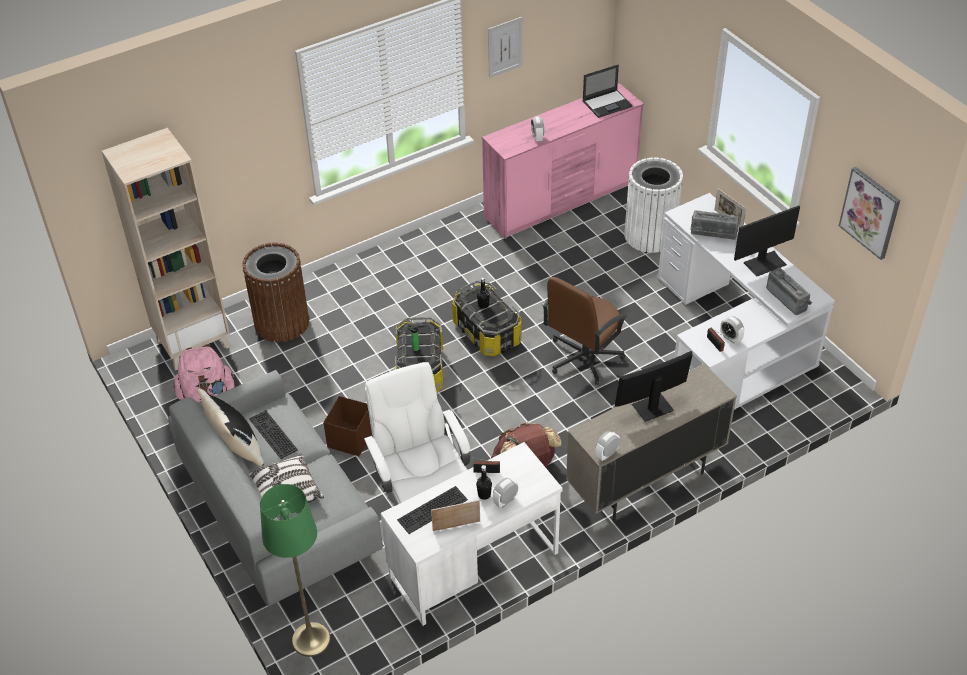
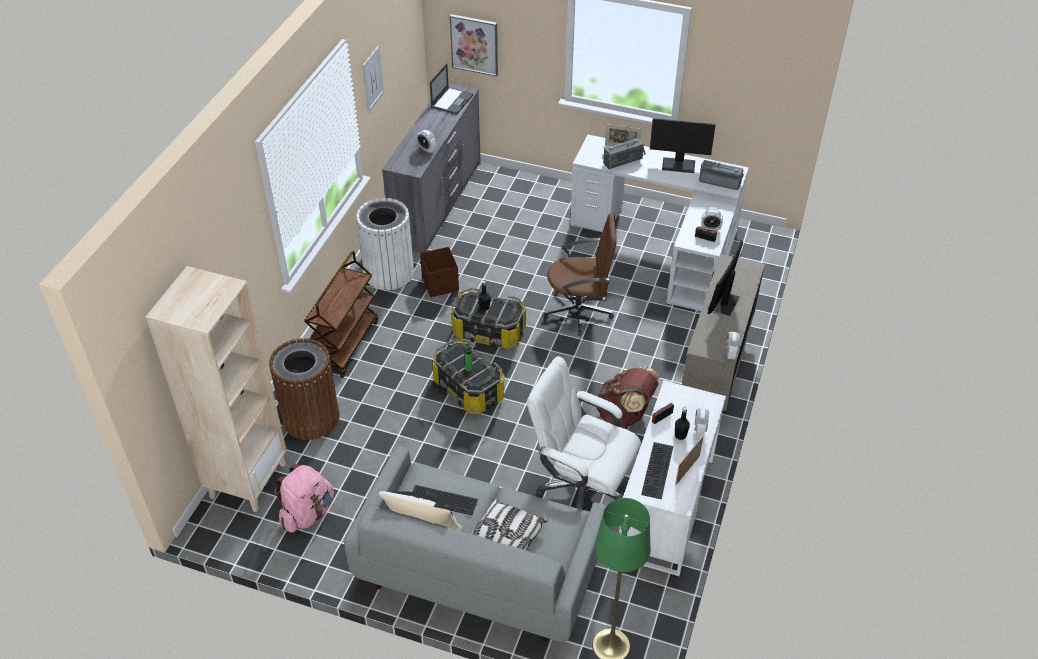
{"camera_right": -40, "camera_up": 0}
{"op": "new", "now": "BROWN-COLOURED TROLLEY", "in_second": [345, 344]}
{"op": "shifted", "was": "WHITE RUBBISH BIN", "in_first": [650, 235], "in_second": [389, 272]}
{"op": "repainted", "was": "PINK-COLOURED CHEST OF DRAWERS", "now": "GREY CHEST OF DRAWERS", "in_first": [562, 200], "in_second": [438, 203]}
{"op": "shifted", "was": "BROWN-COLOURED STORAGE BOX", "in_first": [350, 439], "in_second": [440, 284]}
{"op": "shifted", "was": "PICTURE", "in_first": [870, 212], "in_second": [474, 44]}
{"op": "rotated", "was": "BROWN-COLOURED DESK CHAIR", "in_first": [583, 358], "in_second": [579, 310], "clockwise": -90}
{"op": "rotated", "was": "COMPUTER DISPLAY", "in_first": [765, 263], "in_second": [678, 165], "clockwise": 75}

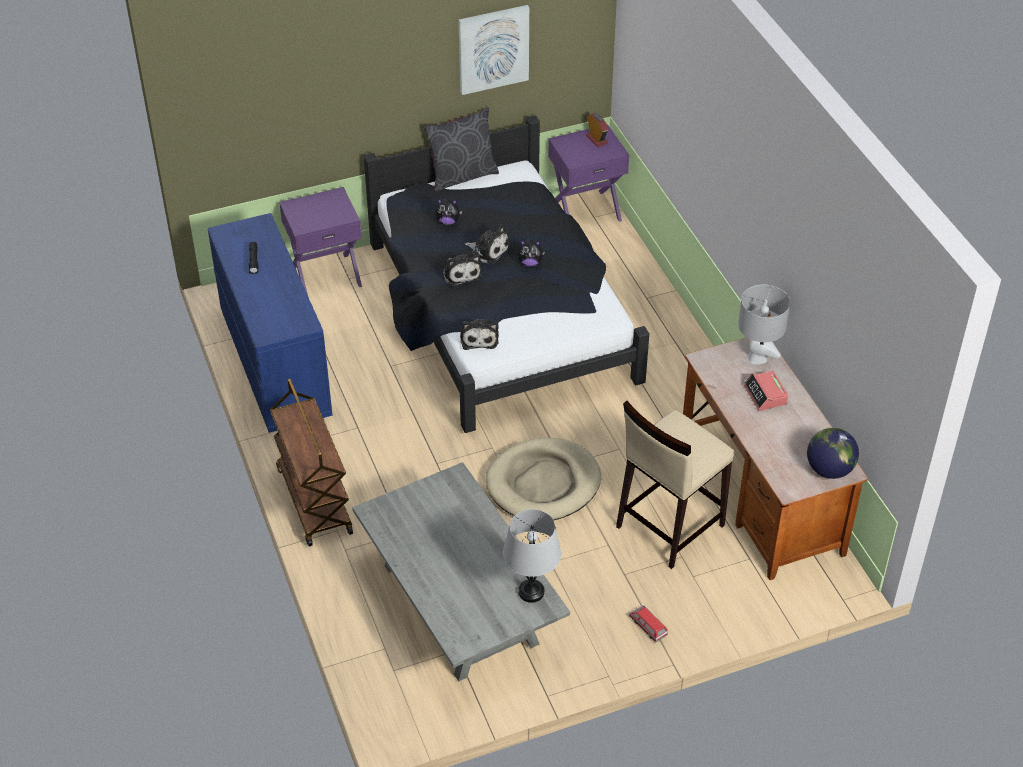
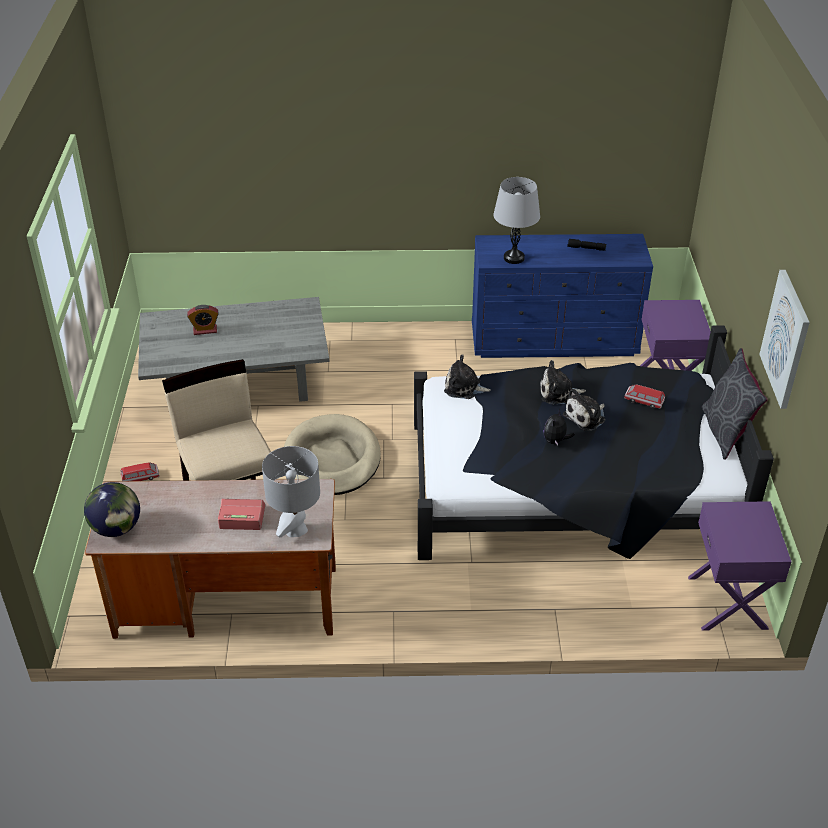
{"camera_right": 110, "camera_up": -5}
{"op": "shifted", "was": "ALARM CLOCK", "in_first": [597, 139], "in_second": [205, 330]}
{"op": "shifted", "was": "GREY TABLETOP LAMP", "in_first": [531, 592], "in_second": [514, 258]}
{"op": "swapped", "was": "CUDDLY TOY", "now": "MODEL CAR", "in_first": [448, 221], "in_second": [643, 401]}
{"op": "gone", "was": "BROWN-COLOURED TROLLEY", "in_first": [313, 500]}

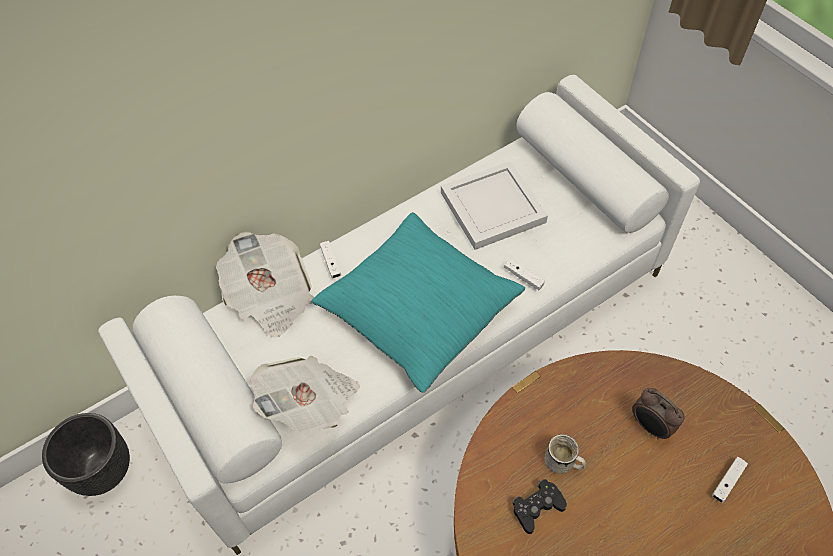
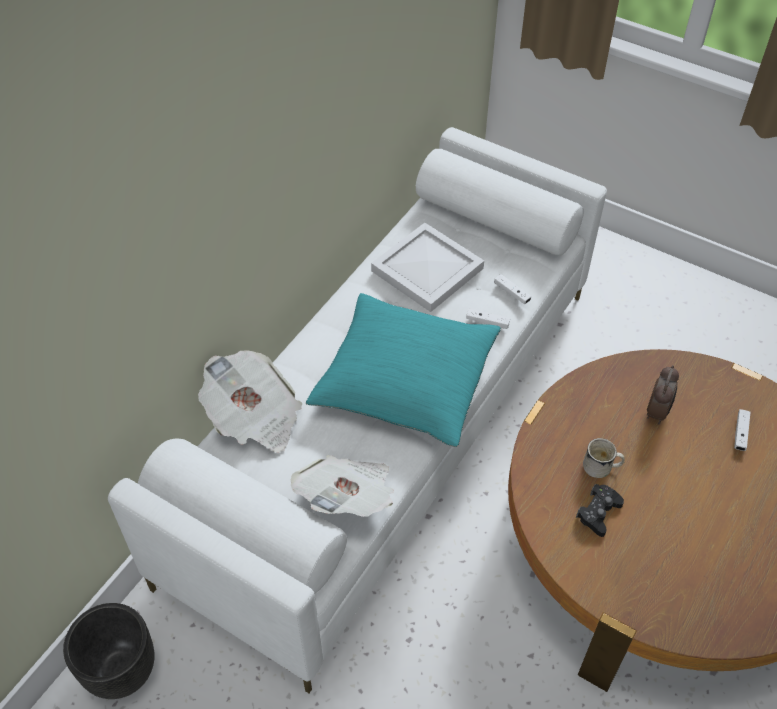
{"camera_right": -25, "camera_up": -5}
{"op": "shifted", "was": "WHITE JOYPAD", "in_first": [331, 262], "in_second": [511, 293]}
{"op": "rotated", "was": "ALARM CLOCK", "in_first": [650, 426], "in_second": [657, 412], "clockwise": -90}

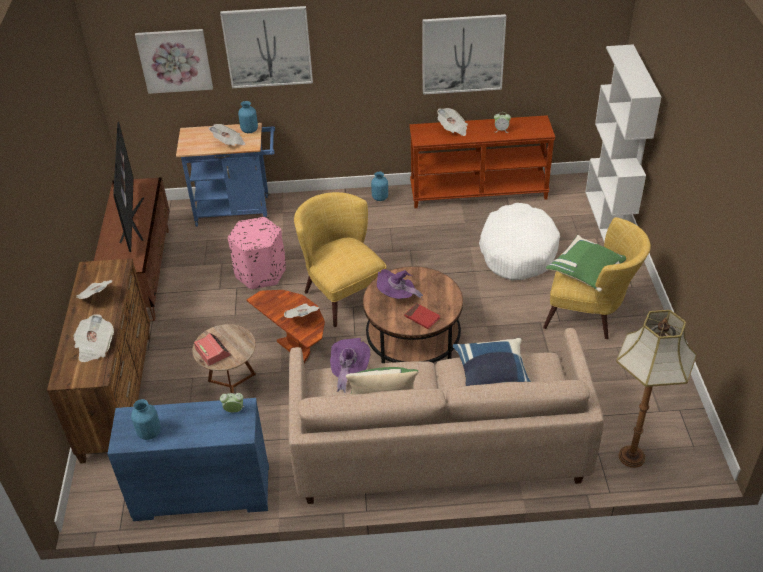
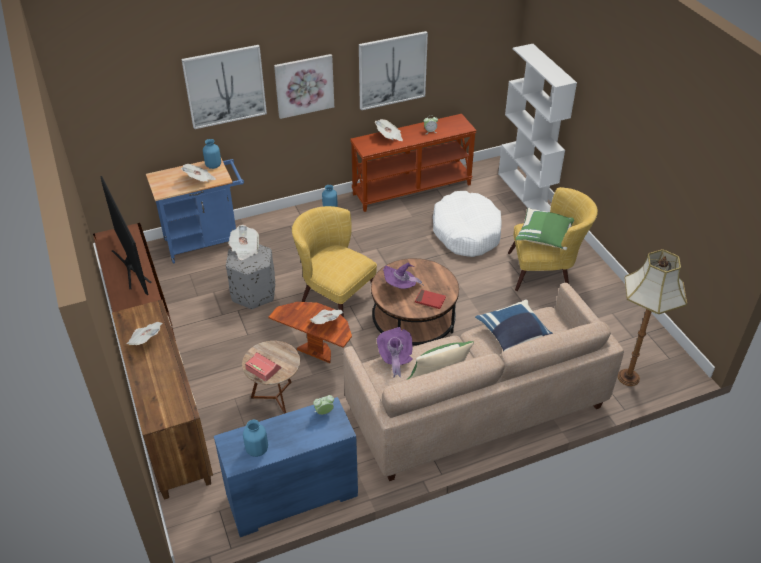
{"camera_right": -20, "camera_up": 0}
{"op": "repainted", "was": "PINK-COLOURED FOOTREST", "now": "GREY FOOTREST", "in_first": [260, 273], "in_second": [254, 293]}
{"op": "shifted", "was": "DAILY PAPER", "in_first": [95, 347], "in_second": [245, 249]}
{"op": "shifted", "was": "PICTURE", "in_first": [175, 60], "in_second": [304, 85]}

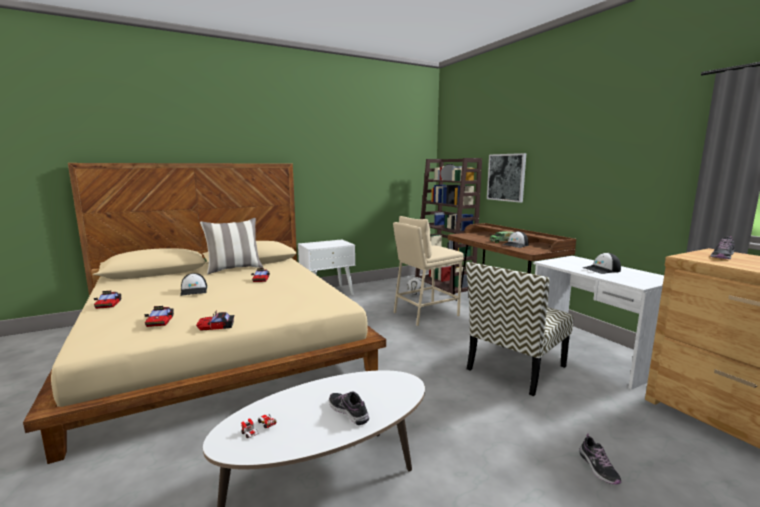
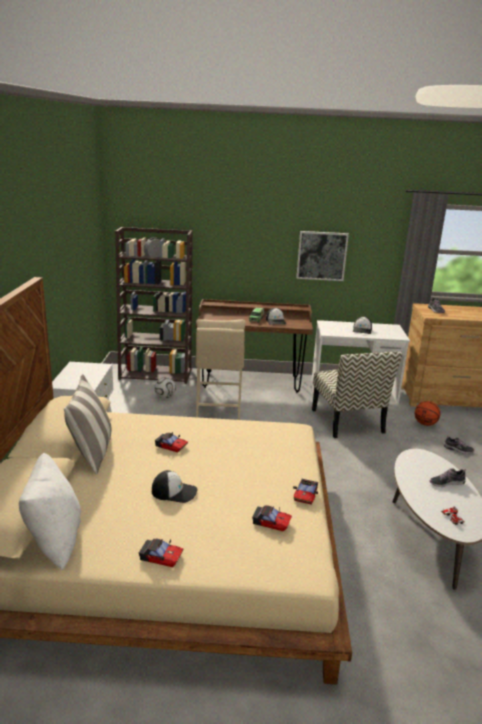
{"camera_right": -60, "camera_up": 10}
{"op": "new", "now": "WHITE PILLOW", "in_second": [55, 541]}
{"op": "shifted", "was": "PICTURE", "in_first": [506, 177], "in_second": [321, 255]}
{"op": "new", "now": "BALL FOR BASKETBALL", "in_second": [425, 424]}

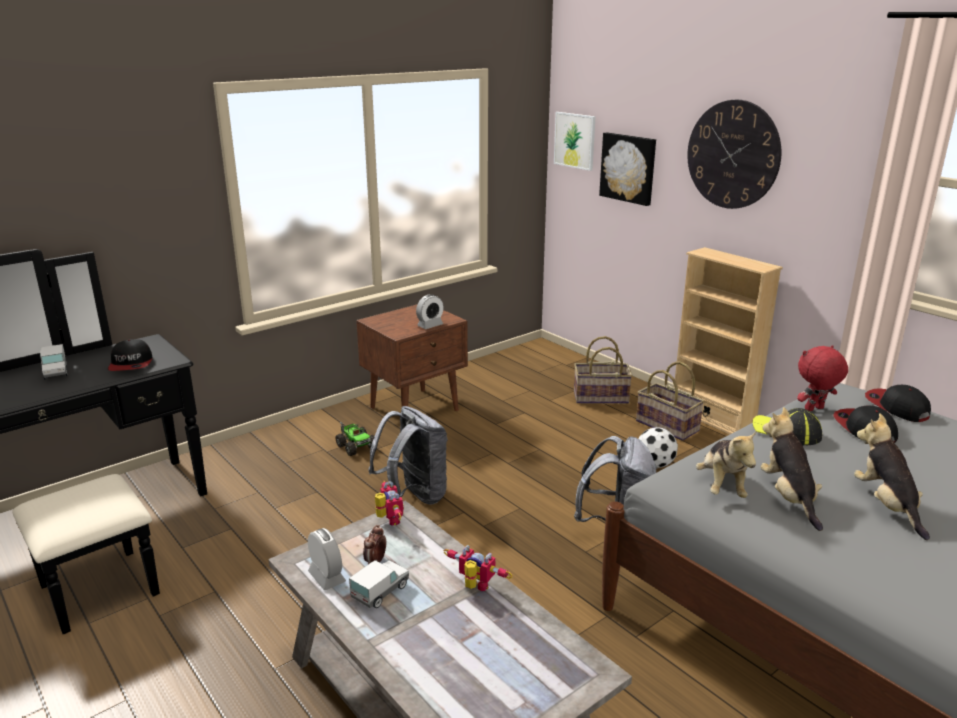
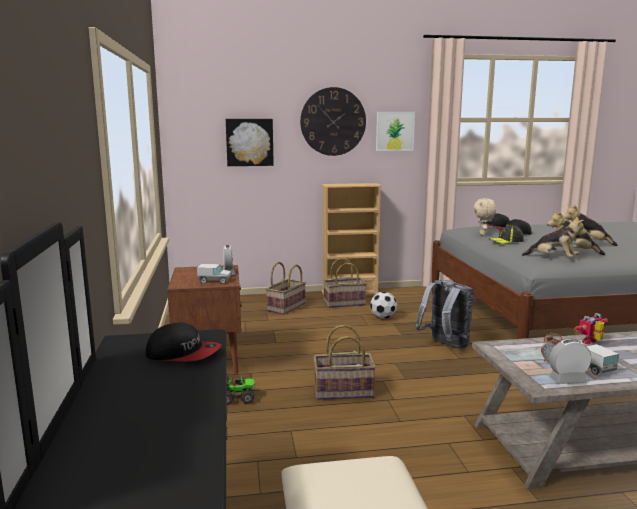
{"camera_right": -60, "camera_up": -10}
{"op": "shifted", "was": "TOY TRUCK", "in_first": [56, 372], "in_second": [214, 281]}
{"op": "swapped", "was": "GREY RUCKSACK", "now": "HOUSEHOLD BASKET", "in_first": [414, 496], "in_second": [343, 392]}
{"op": "shifted", "was": "PICTURE", "in_first": [575, 140], "in_second": [395, 131]}
{"op": "repainted", "was": "RED-COLOURED CUDDLY TOY", "now": "SAND-COLOURED CUDDLY TOY", "in_first": [814, 409], "in_second": [483, 234]}
{"op": "gone", "was": "TOY ROBOT", "in_first": [388, 520]}

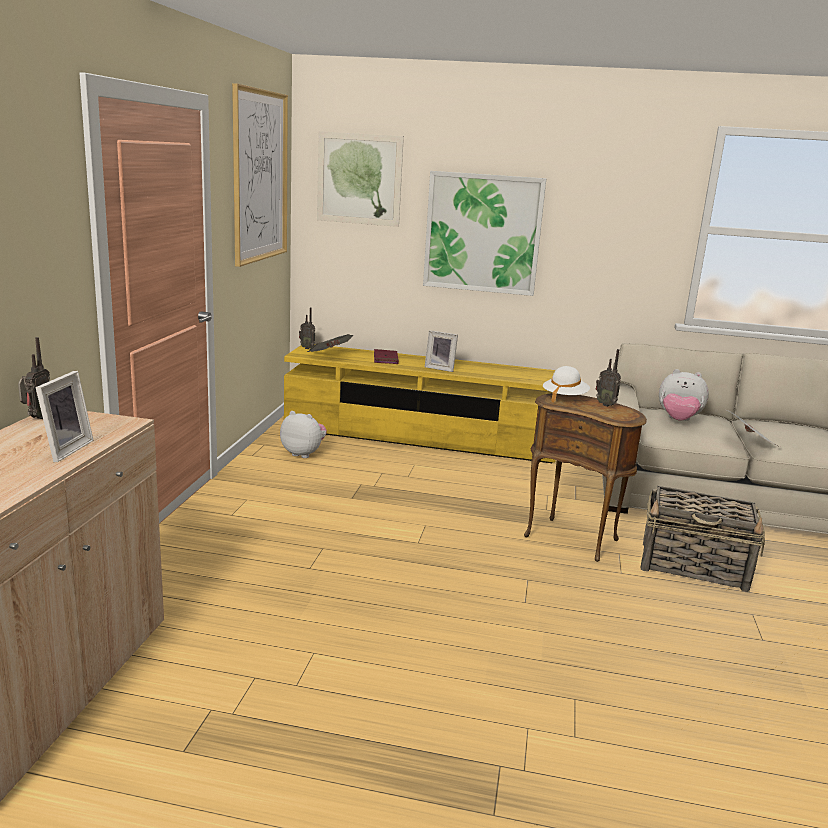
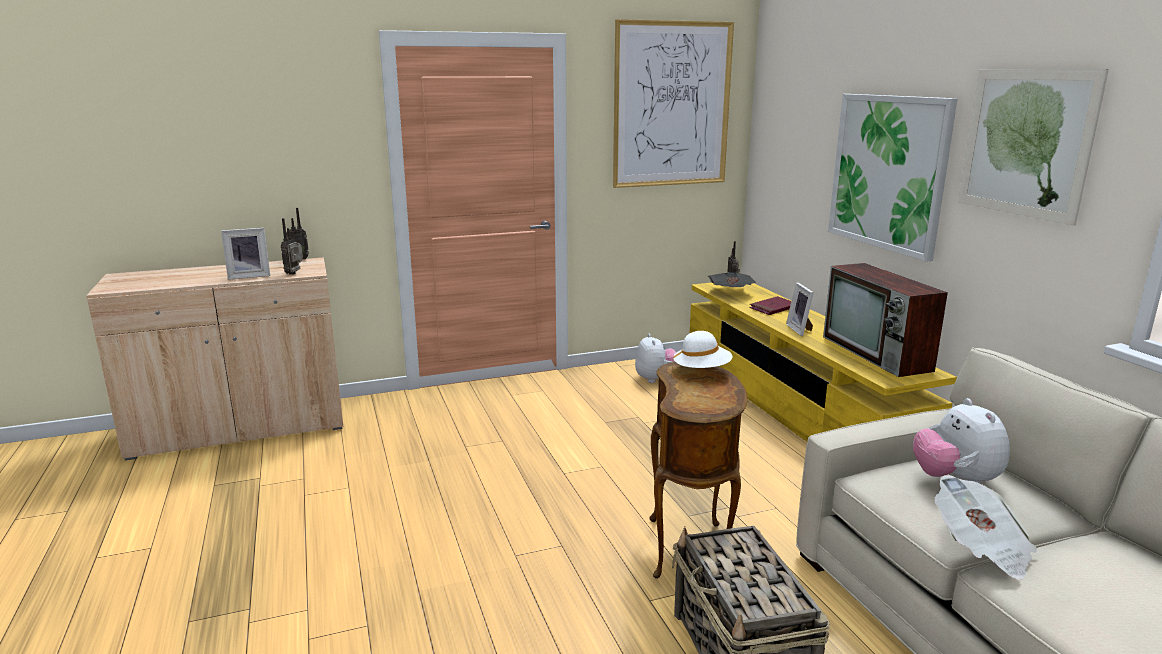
{"camera_right": 60, "camera_up": 0}
{"op": "shifted", "was": "RADIO RECEIVER", "in_first": [606, 404], "in_second": [295, 274]}
{"op": "new", "now": "TELEVISION", "in_second": [877, 354]}
{"op": "shifted", "was": "PICTURE", "in_first": [359, 179], "in_second": [1026, 143]}

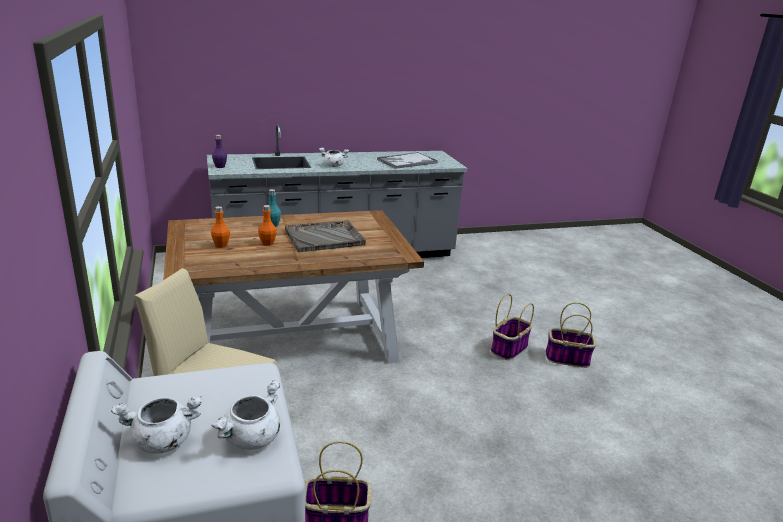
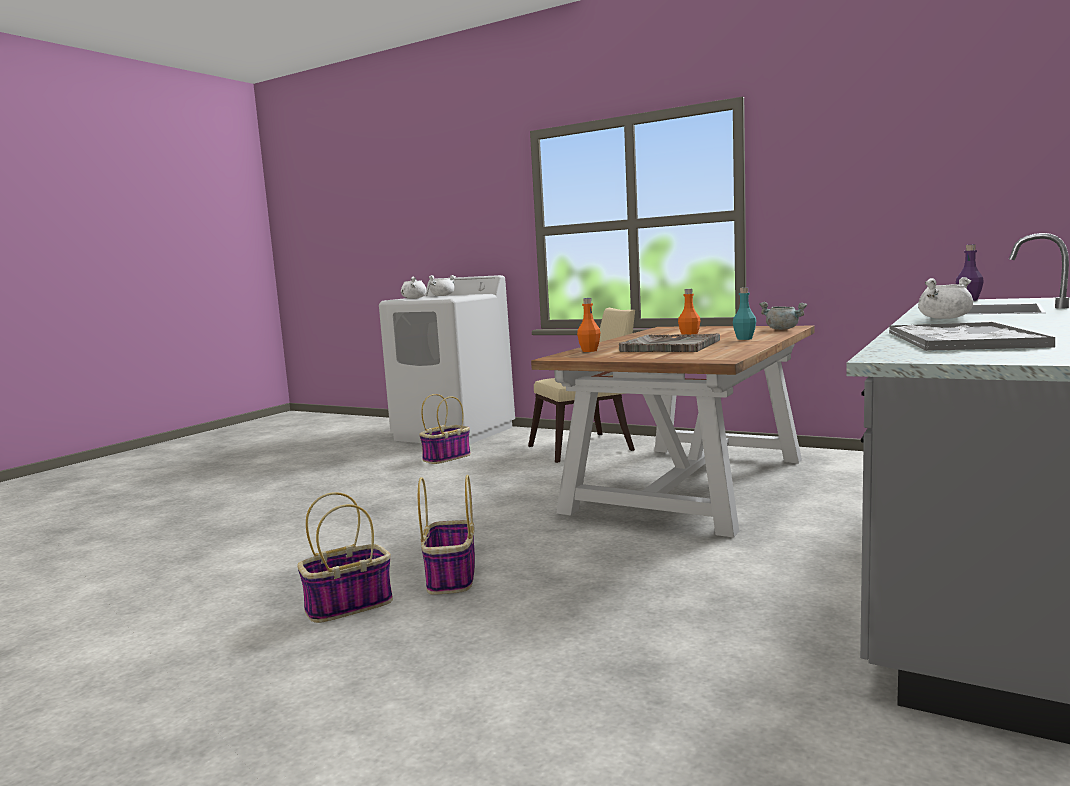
{"camera_right": 140, "camera_up": -15}
{"op": "shifted", "was": "ORANGE BOTTLE", "in_first": [221, 245], "in_second": [589, 351]}
{"op": "new", "now": "GREY STOCKPOT", "in_second": [783, 329]}

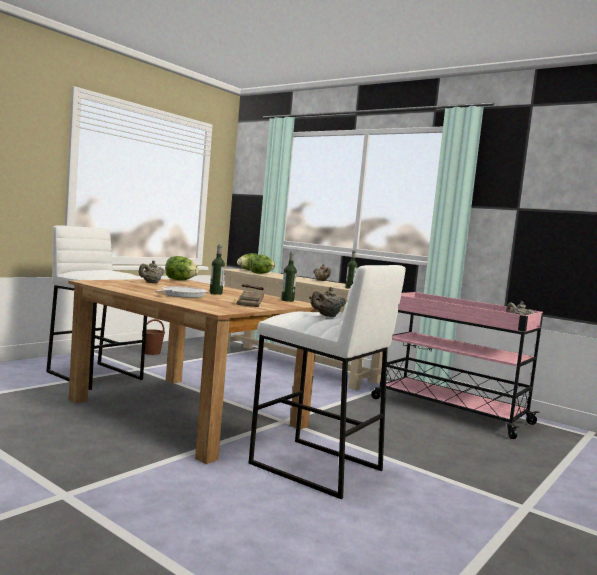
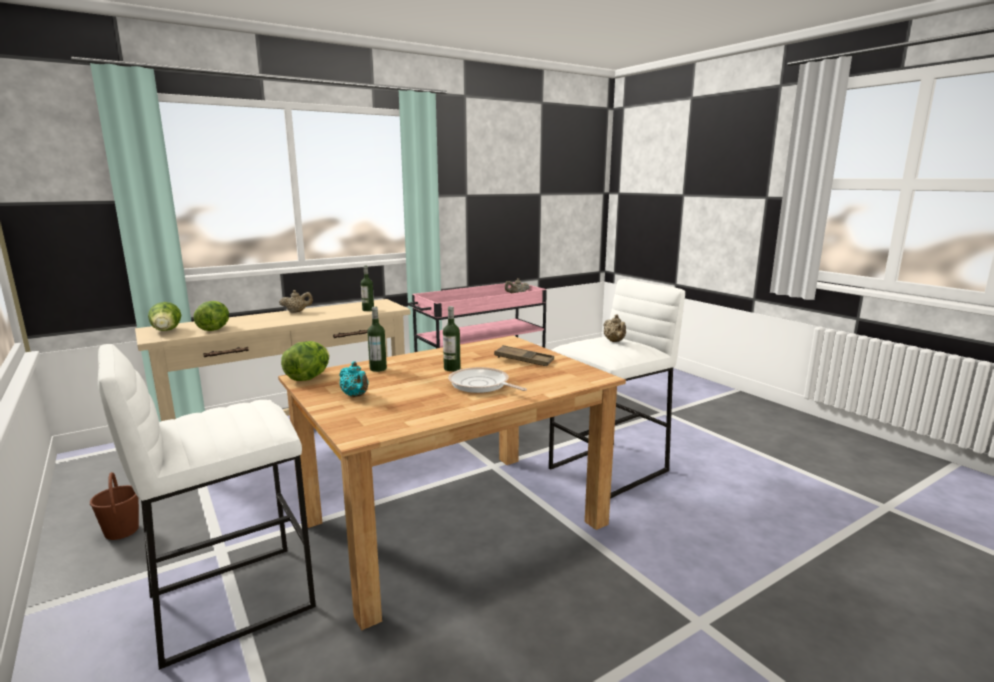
{"camera_right": -70, "camera_up": 10}
{"op": "repainted", "was": "SAND-COLOURED POT FOR TEA", "now": "BLUE-GREEN POT FOR TEA", "in_first": [151, 283], "in_second": [356, 396]}
{"op": "shifted", "was": "BOTTLE", "in_first": [287, 300], "in_second": [378, 369]}

